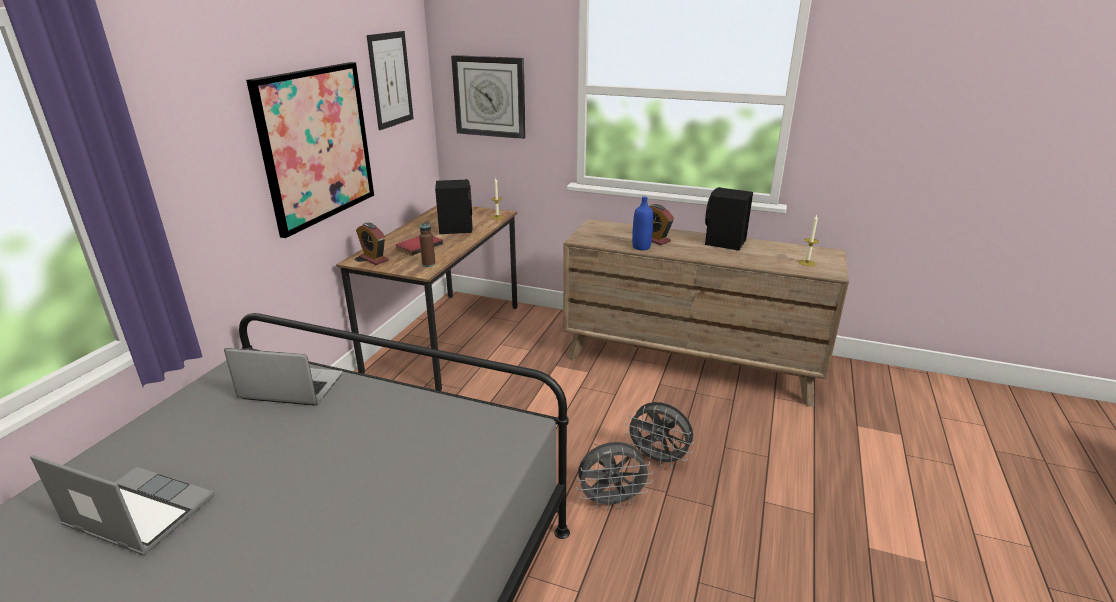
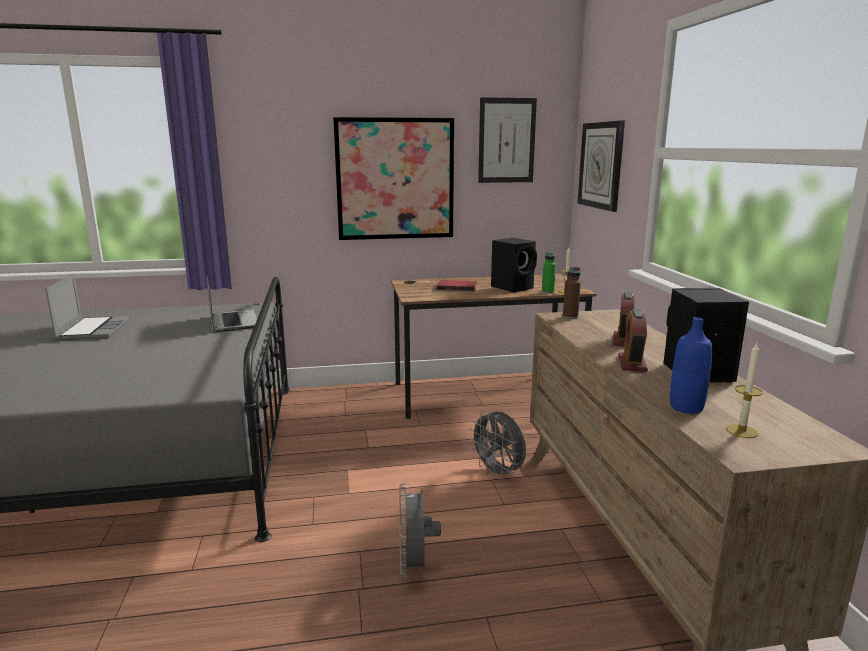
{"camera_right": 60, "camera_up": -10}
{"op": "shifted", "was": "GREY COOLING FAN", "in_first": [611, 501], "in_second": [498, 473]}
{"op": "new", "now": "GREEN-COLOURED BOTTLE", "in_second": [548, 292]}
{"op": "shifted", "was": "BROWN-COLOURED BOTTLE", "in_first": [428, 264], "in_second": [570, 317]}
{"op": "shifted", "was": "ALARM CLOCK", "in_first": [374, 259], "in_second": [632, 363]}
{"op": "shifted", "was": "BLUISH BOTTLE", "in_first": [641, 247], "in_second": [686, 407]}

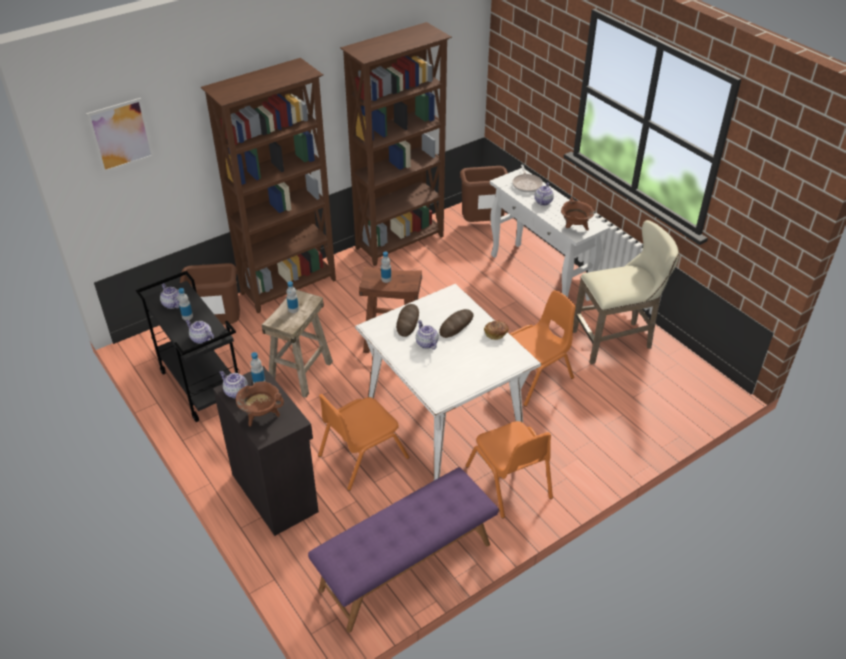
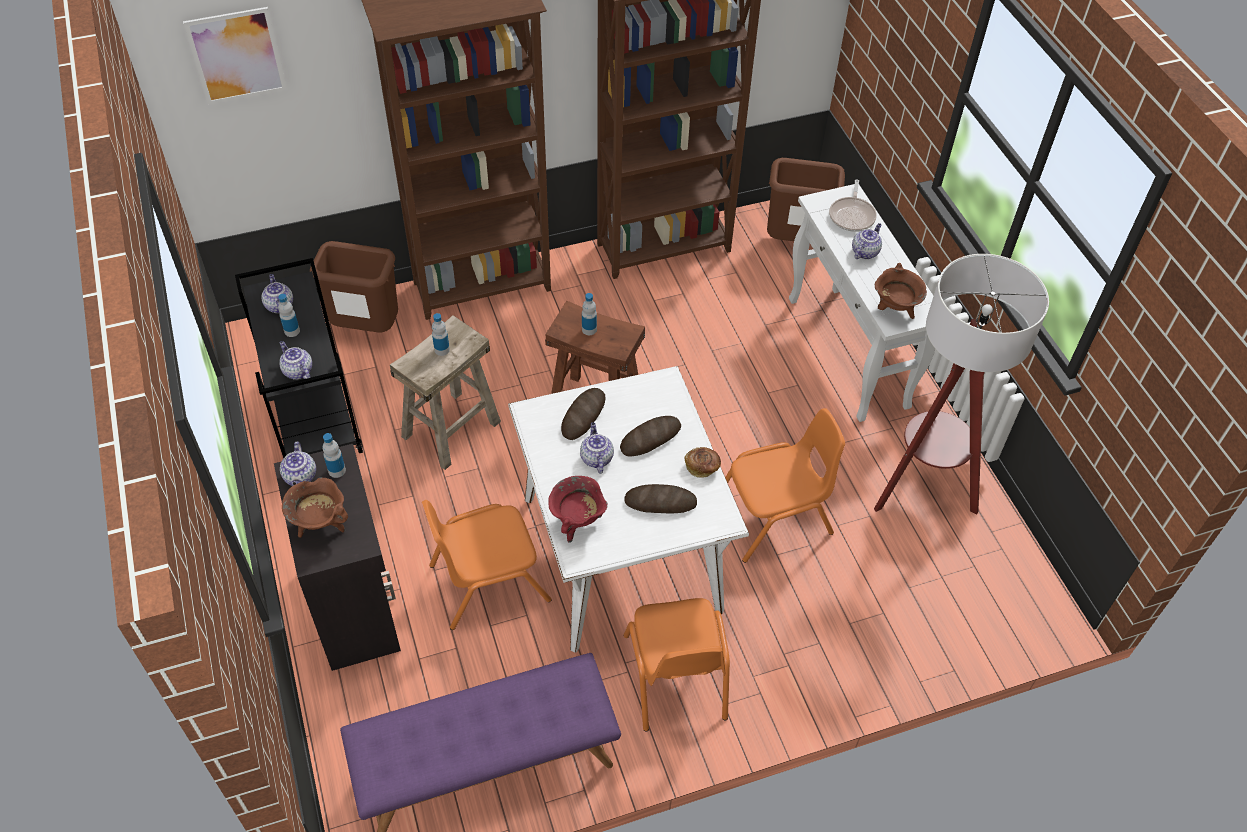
{"camera_right": 15, "camera_up": 10}
{"op": "rotated", "was": "POT FOR TEA", "in_first": [235, 392], "in_second": [301, 477], "clockwise": -150}
{"op": "new", "now": "RED-COLOURED STOCKPOT", "in_second": [577, 522]}
{"op": "new", "now": "BREAD", "in_second": [660, 502]}
{"op": "swapped", "was": "SAND-COLOURED SITTING STOOL", "now": "STANDING LAMP", "in_first": [616, 340], "in_second": [922, 487]}

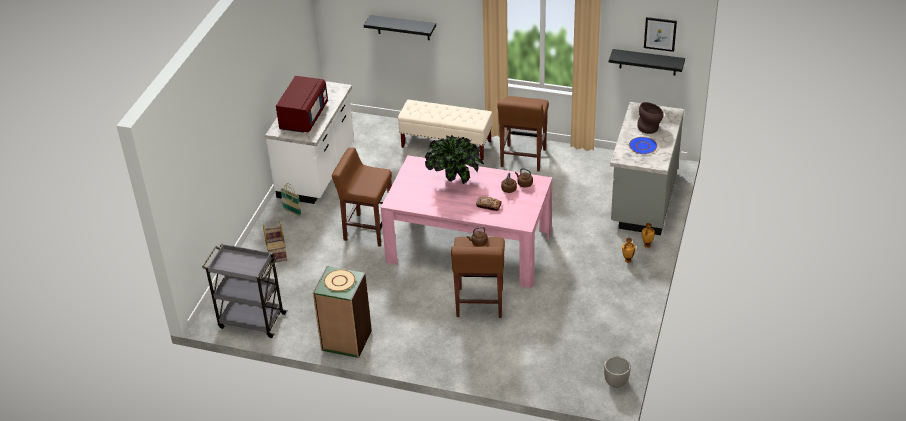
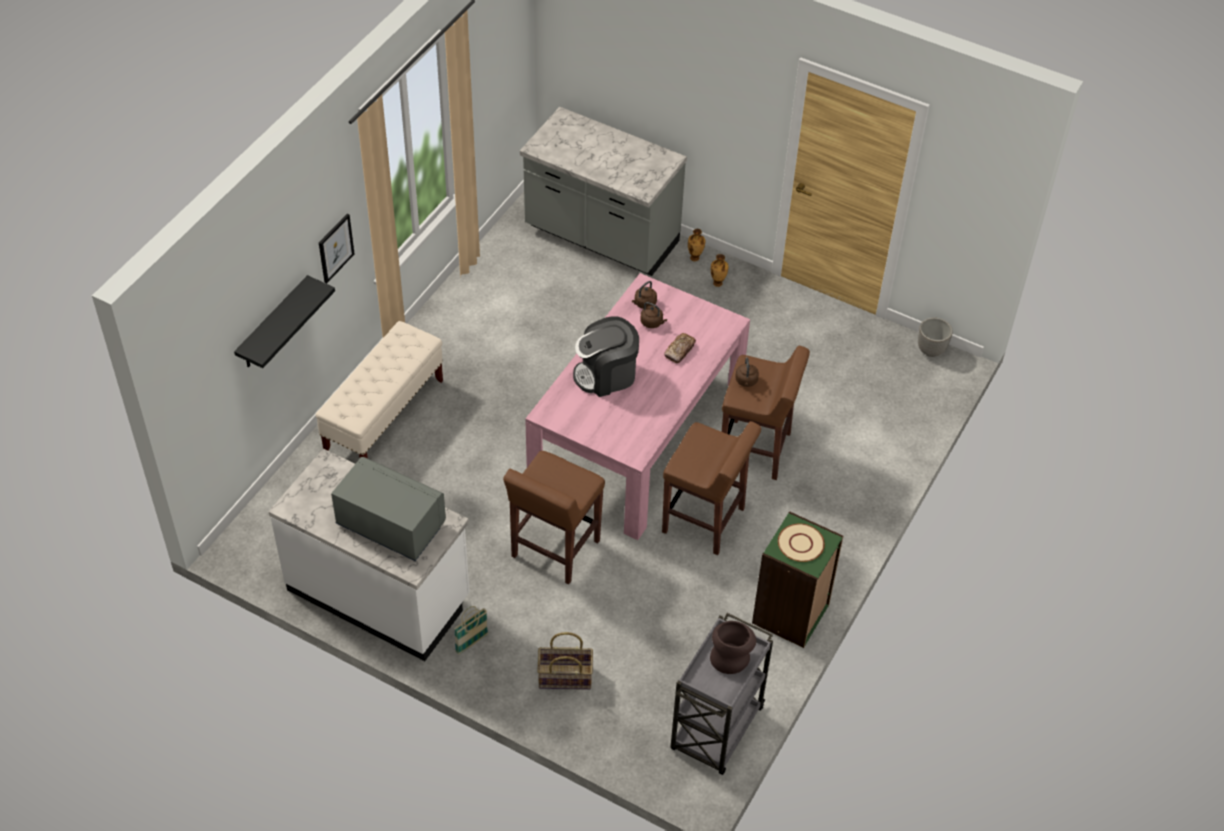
{"camera_right": -80, "camera_up": 10}
{"op": "shifted", "was": "PICTURE", "in_first": [660, 34], "in_second": [335, 248]}
{"op": "repainted", "was": "RED-COLOURED MICROWAVE OVEN", "now": "GREY MICROWAVE OVEN", "in_first": [303, 117], "in_second": [390, 525]}
{"op": "swapped", "was": "POTTED PLANT", "now": "COFFEE BREWER", "in_first": [455, 179], "in_second": [606, 375]}
{"op": "shifted", "was": "BROWN-COLOURED SITTING STOOL", "in_first": [523, 158], "in_second": [704, 521]}
{"op": "shifted", "was": "BROWN-COLOURED DECORATIVE VASE", "in_first": [650, 128], "in_second": [730, 656]}
{"op": "gone", "was": "BLACK SHELF", "in_first": [647, 62]}
{"op": "gone", "was": "BLUISH FLAT DISH", "in_first": [643, 146]}

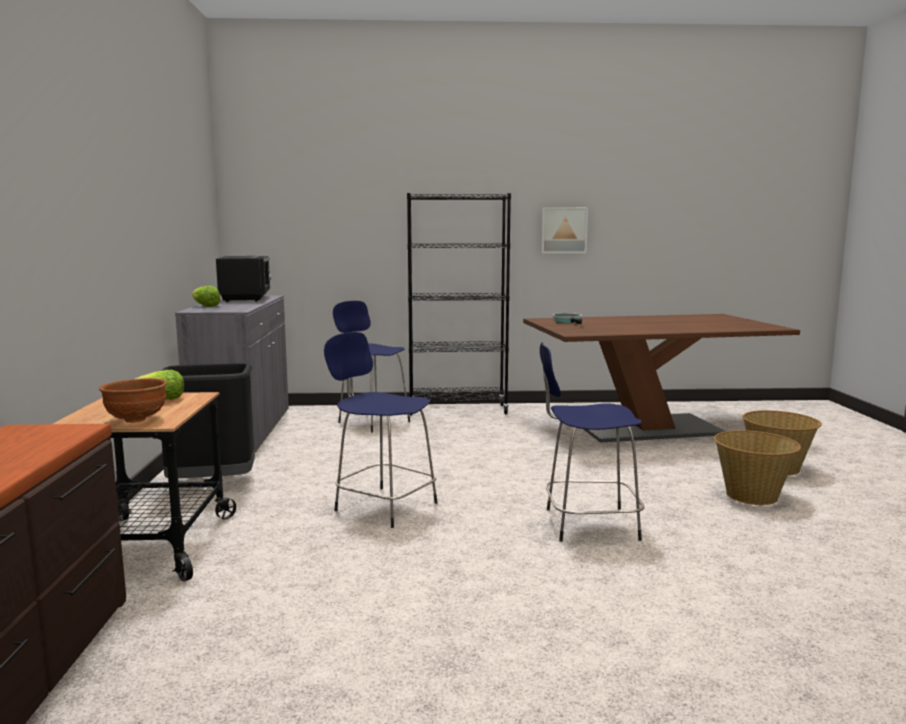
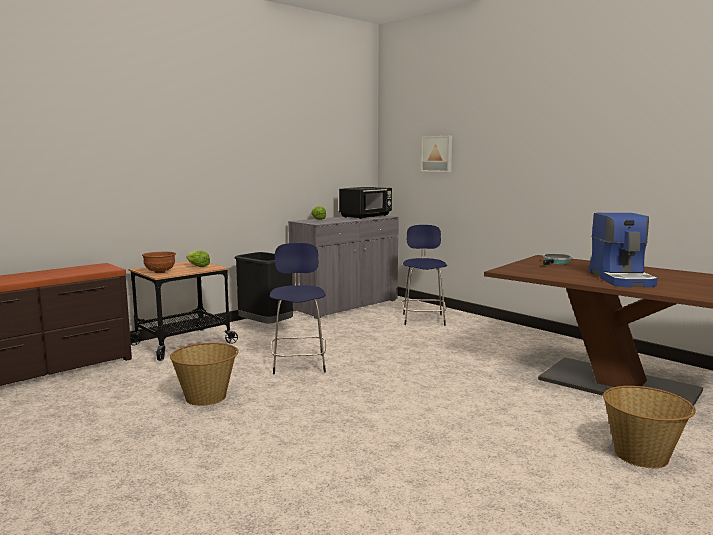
{"camera_right": 50, "camera_up": 0}
{"op": "shifted", "was": "HOUSEHOLD BASKET", "in_first": [752, 495], "in_second": [206, 397]}
{"op": "shifted", "was": "PICTURE", "in_first": [563, 230], "in_second": [437, 154]}
{"op": "new", "now": "COFFEE BREWER", "in_second": [622, 279]}
{"op": "gone", "was": "BLACK SHELVING UNIT", "in_first": [458, 410]}
{"op": "gone", "was": "BLUISH SITTING STOOL", "in_first": [587, 524]}

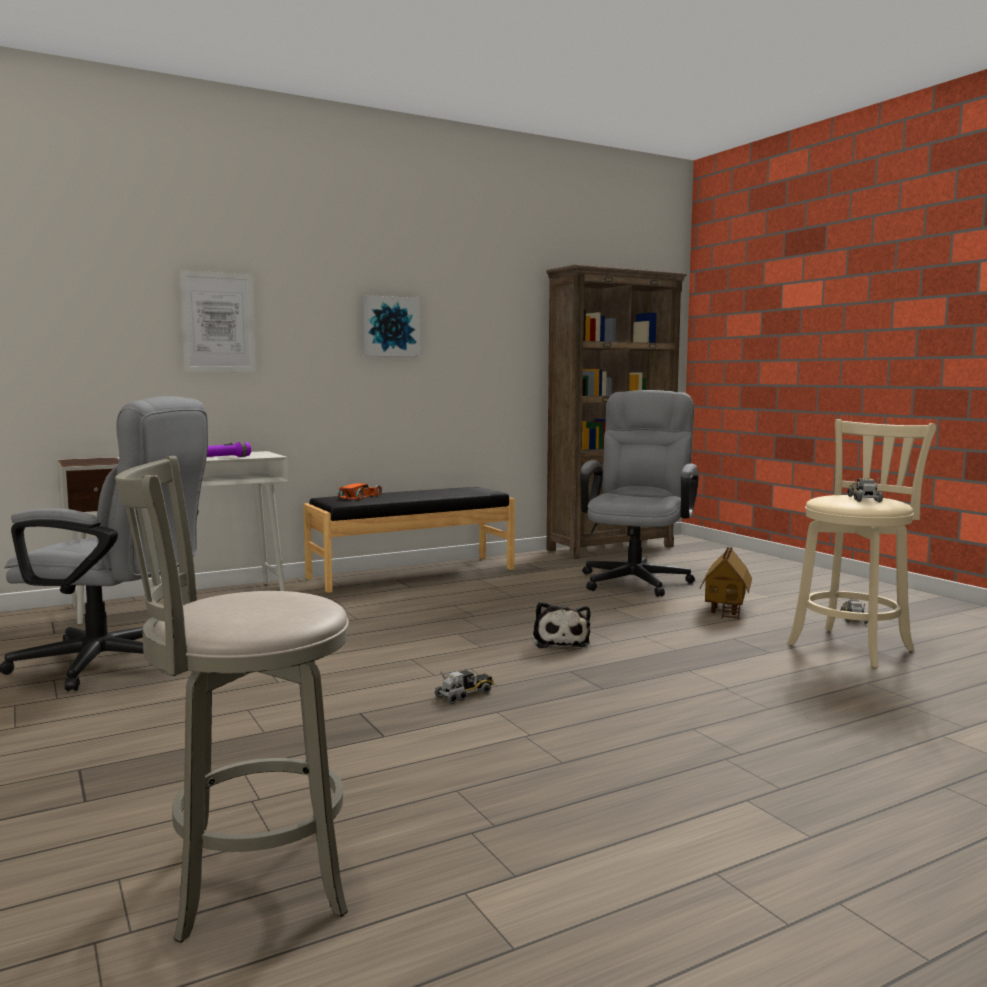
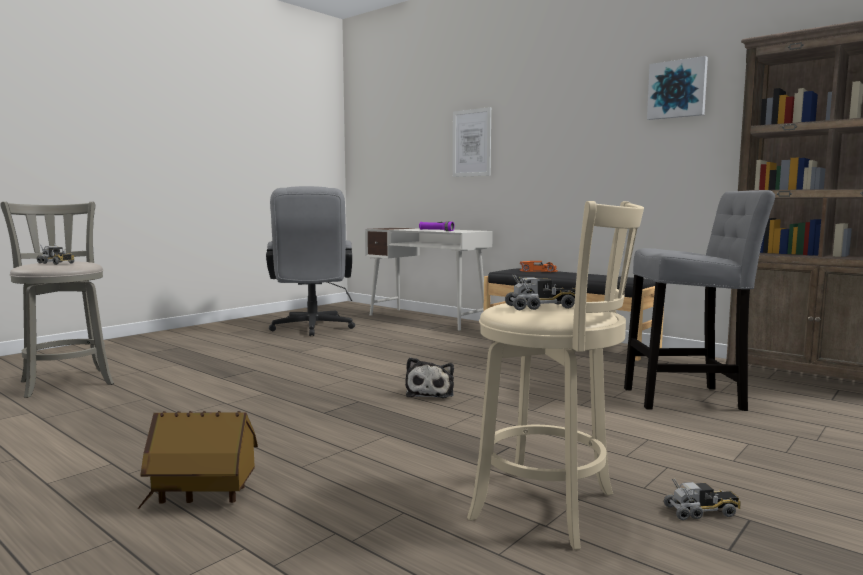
{"camera_right": 70, "camera_up": 0}
{"op": "shifted", "was": "TOY TRUCK", "in_first": [465, 695], "in_second": [56, 263]}
{"op": "shifted", "was": "TOY HOUSE", "in_first": [725, 609], "in_second": [203, 497]}
{"op": "rotated", "was": "CUDDLY TOY", "in_first": [560, 641], "in_second": [430, 392], "clockwise": -60}
{"op": "swapped", "was": "GREY DESK CHAIR", "now": "GREY SITTING STOOL", "in_first": [637, 579], "in_second": [689, 399]}
{"op": "shifted", "was": "PICTURE", "in_first": [390, 326], "in_second": [677, 89]}

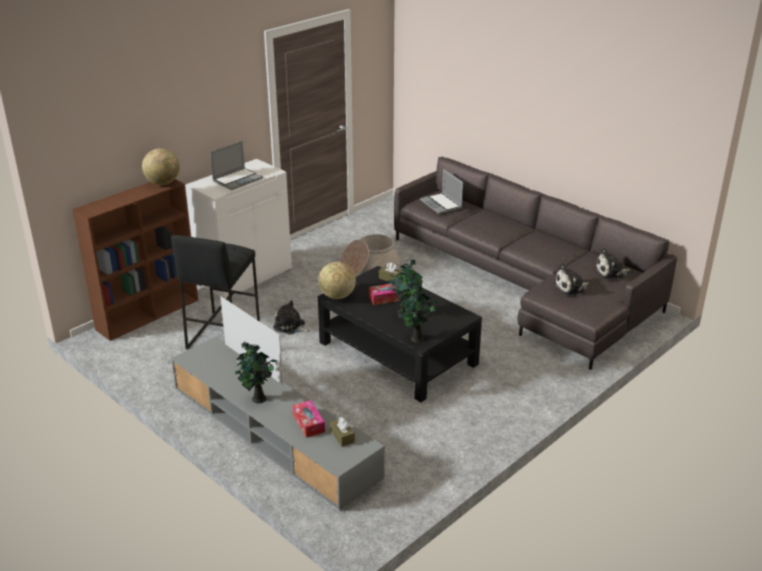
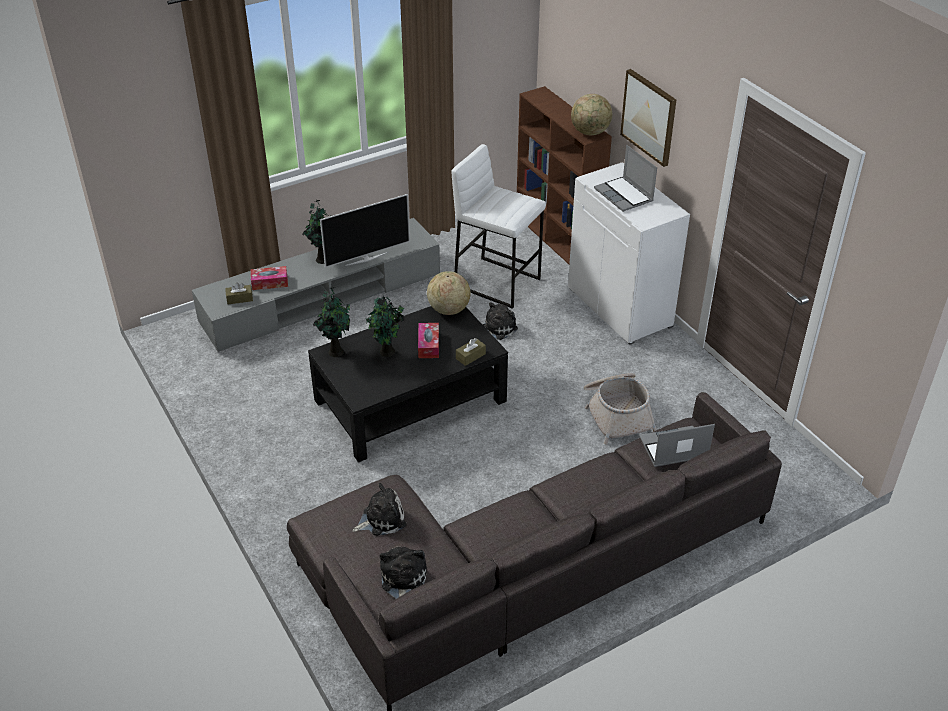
{"camera_right": 105, "camera_up": 10}
{"op": "rotated", "was": "CUDDLY TOY", "in_first": [571, 288], "in_second": [381, 519], "clockwise": 75}
{"op": "repainted", "was": "BLACK SITTING STOOL", "now": "WHITE SITTING STOOL", "in_first": [222, 335], "in_second": [497, 282]}
{"op": "new", "now": "PICTURE", "in_second": [649, 117]}

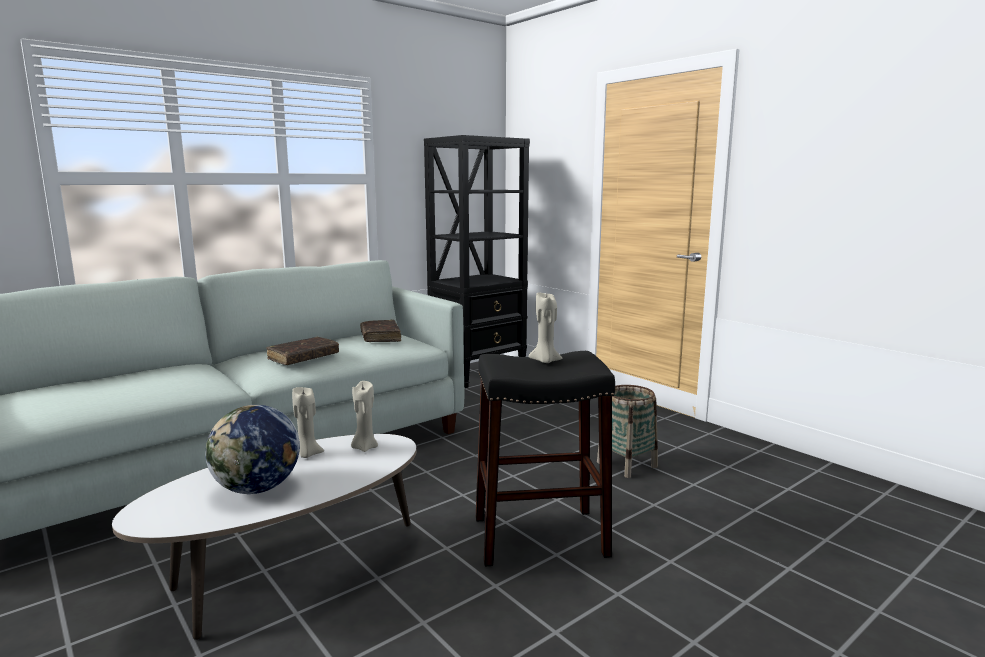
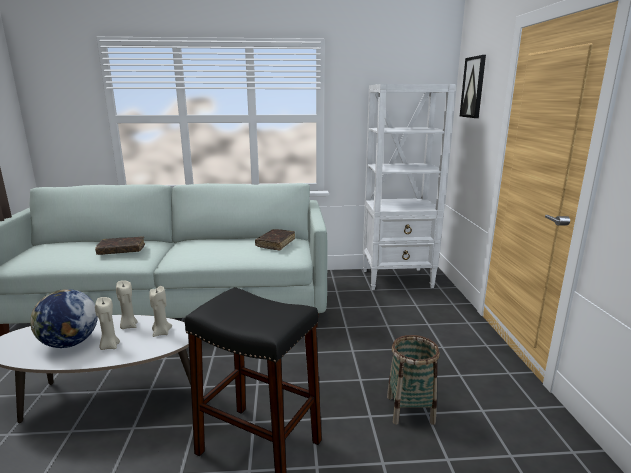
{"camera_right": 35, "camera_up": 5}
{"op": "shifted", "was": "BROWN-COLOURED BOUND BOOK", "in_first": [303, 358], "in_second": [121, 250]}
{"op": "shifted", "was": "SAND-COLOURED WAX CANDLE", "in_first": [545, 361], "in_second": [109, 346]}
{"op": "repainted", "was": "BLACK SHELVING UNIT", "now": "WHITE SHELVING UNIT", "in_first": [478, 373], "in_second": [397, 279]}
{"op": "new", "now": "PICTURE", "in_second": [473, 87]}

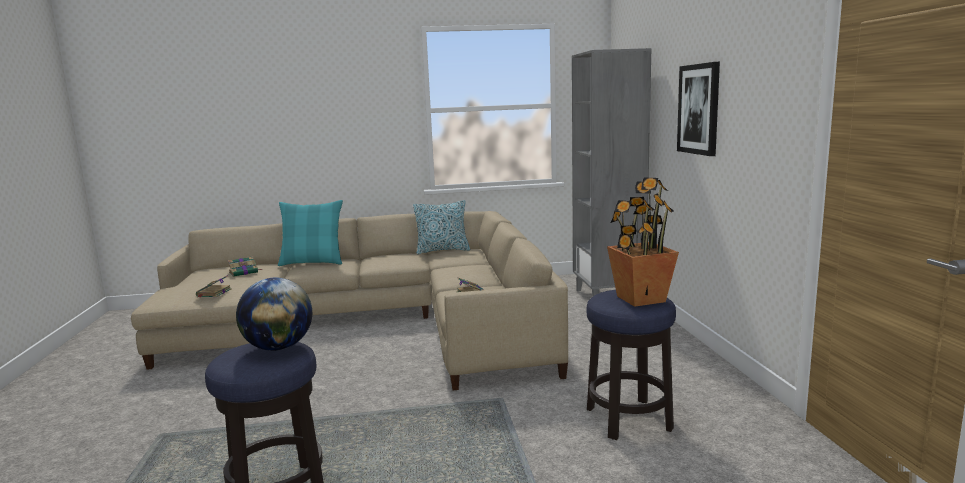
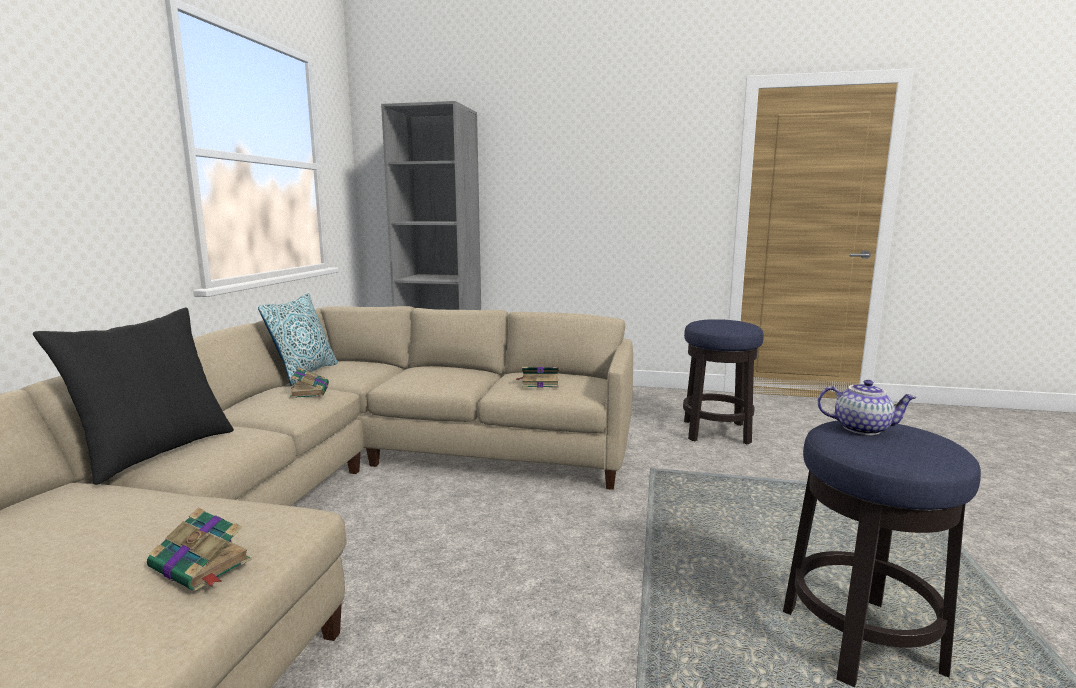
{"camera_right": -70, "camera_up": 0}
{"op": "repainted", "was": "BLUE-GREEN PILLOW", "now": "BLACK PILLOW", "in_first": [312, 262], "in_second": [157, 452]}
{"op": "shifted", "was": "BOUND BOOK", "in_first": [244, 272], "in_second": [310, 391]}
{"op": "swapped", "was": "GLOBE", "now": "POT FOR TEA", "in_first": [279, 347], "in_second": [862, 428]}
{"op": "gone", "was": "POTTED PLANT", "in_first": [640, 299]}
{"op": "gone", "was": "PICTURE", "in_first": [699, 109]}

